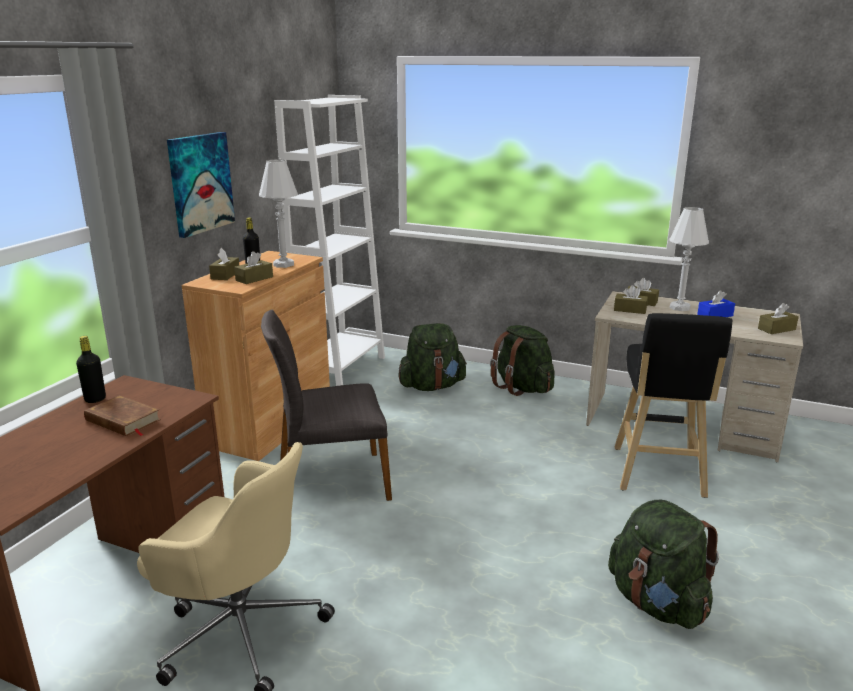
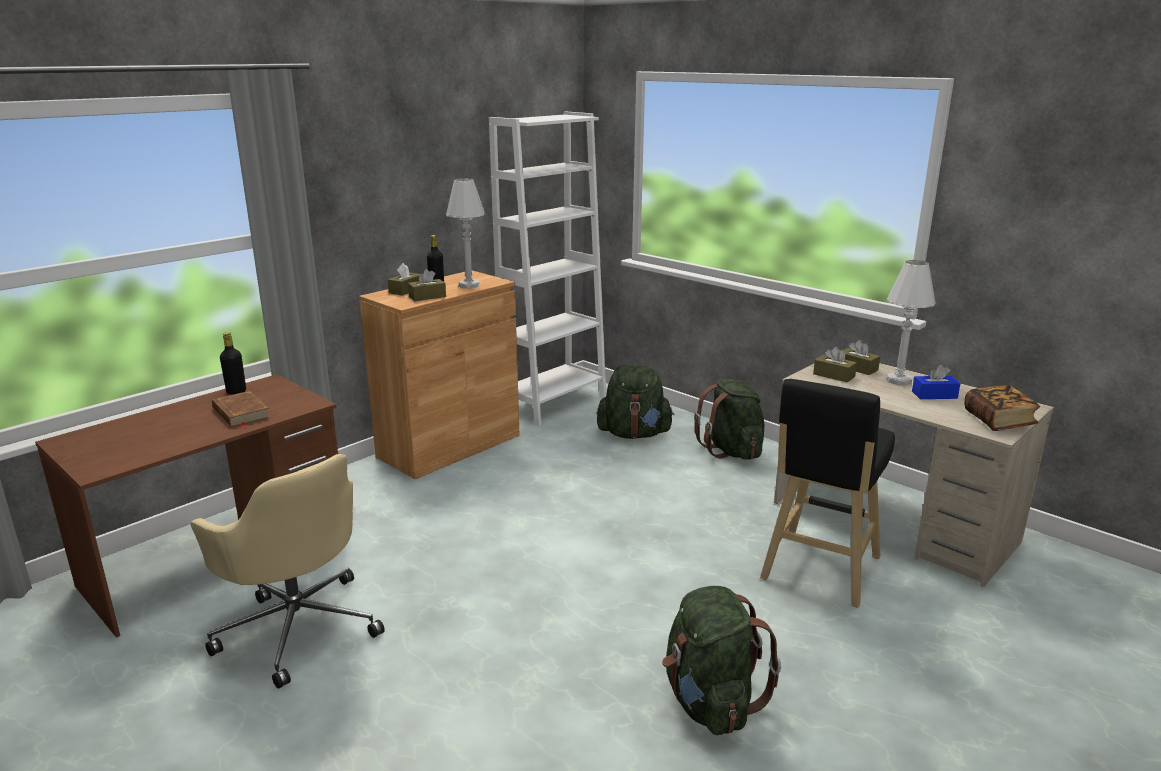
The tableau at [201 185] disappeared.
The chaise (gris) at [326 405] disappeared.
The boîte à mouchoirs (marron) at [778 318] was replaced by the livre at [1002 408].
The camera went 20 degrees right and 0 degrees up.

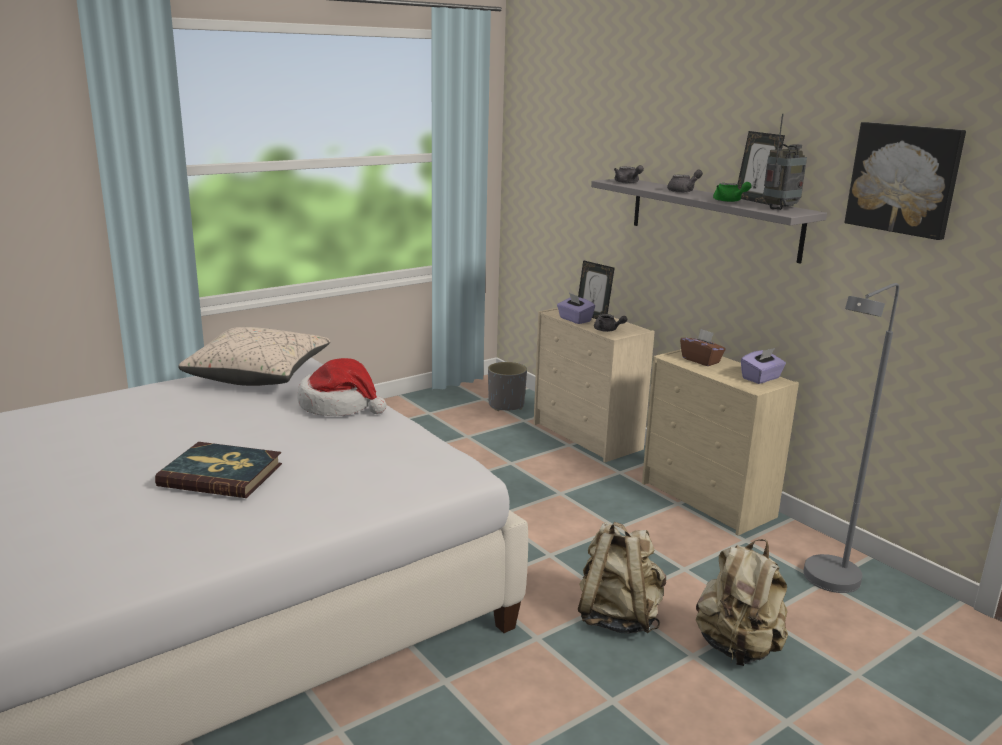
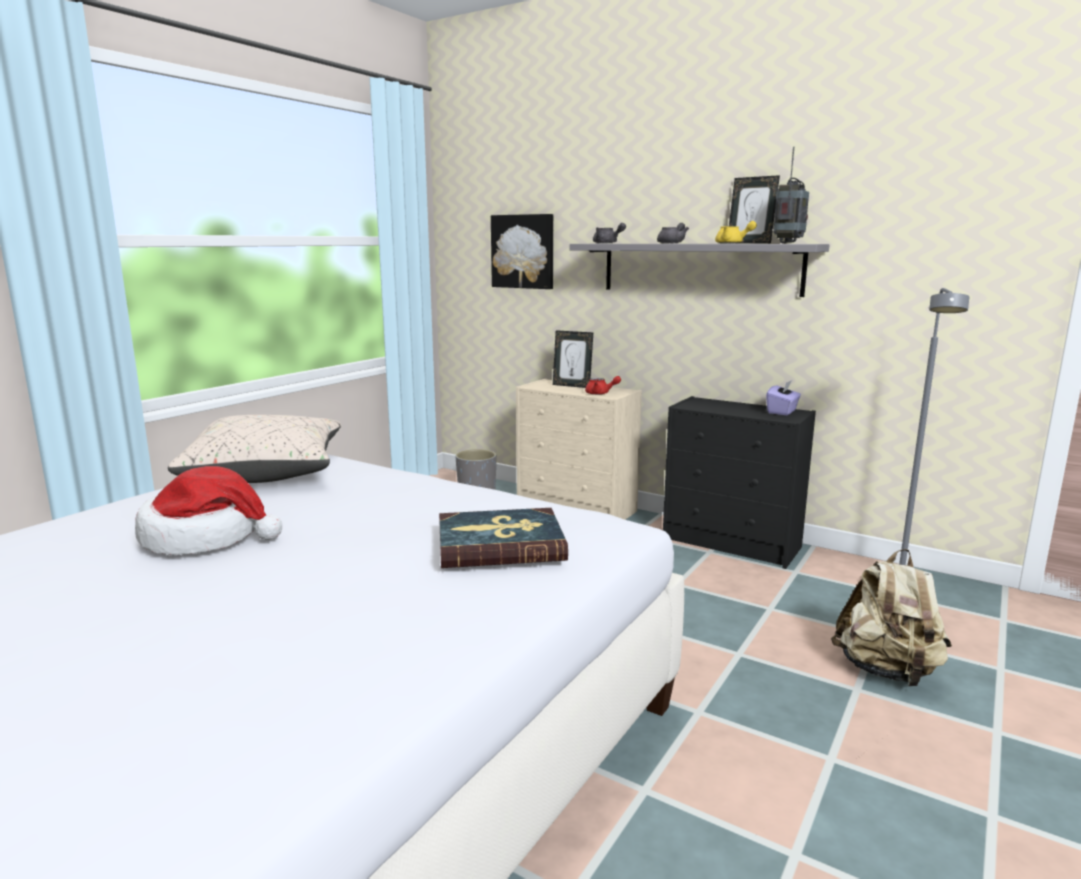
The livre moved from [218 470] to [503 538].
The chapeau moved from [341 387] to [208 510].
The boîte à mouchoirs (violet) at [576 308] disappeared.
The sac à dos (beige) at [622 577] disappeared.
The théière (gris) at [610 323] became the théière (rouge) at [603 385].
The commode (beige) at [720 442] became the commode (noir) at [739 482].
The boîte à mouchoirs (marron) at [703 347] disappeared.
The théière (vert) at [732 192] became the théière (jaune) at [736 232].
The tableau moved from [905 181] to [522 251].
The camera went 20 degrees left and 5 degrees down.

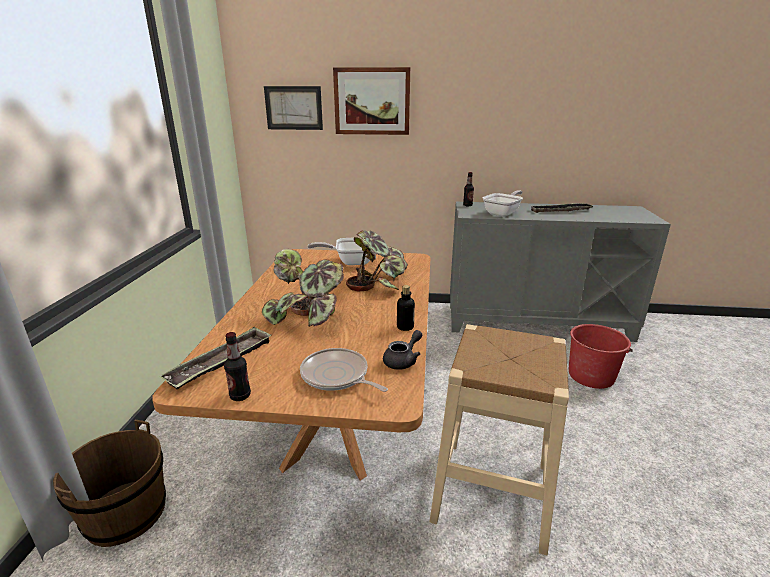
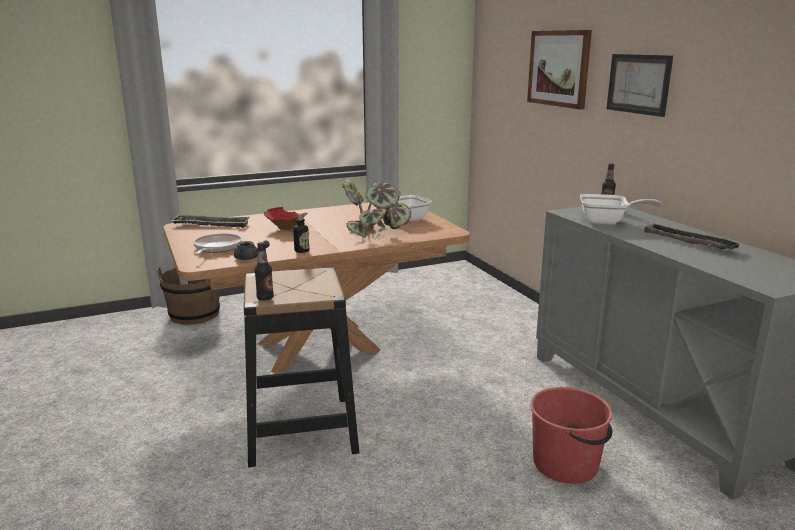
The bouteille moved from [237 366] to [264 271].
The plante en pot at [303 288] was replaced by the bol (rouge) at [285 218].
The tableau moved from [293 108] to [640 85].
The tabouret (beige) at [499 439] became the tabouret (noir) at [301 367].
The camera went 60 degrees right and 5 degrees down.

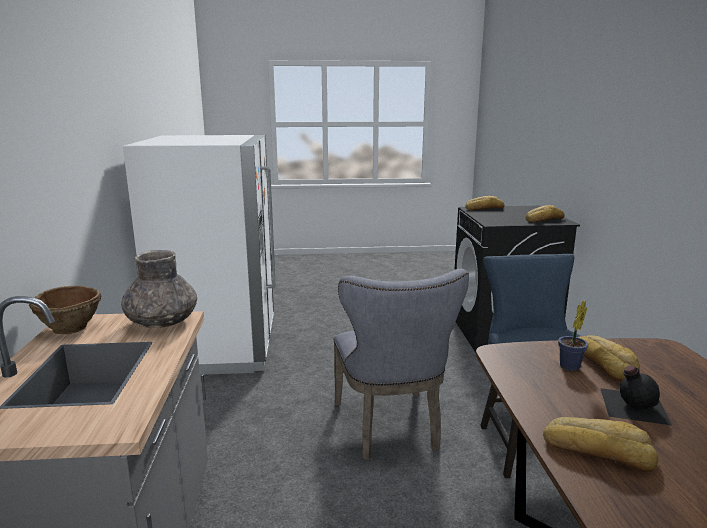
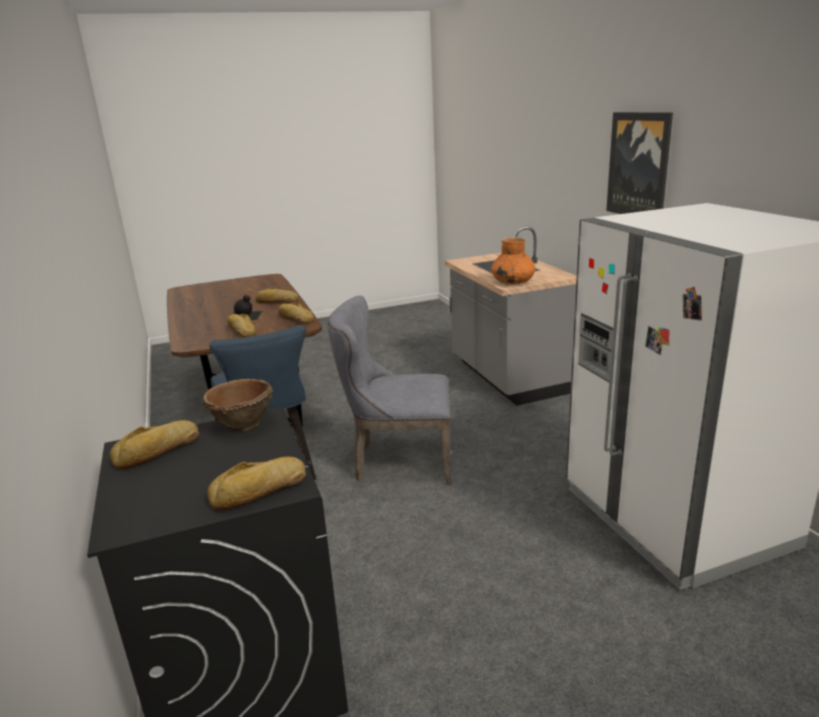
The bol (marron) moved from [65 309] to [238 405].
The vase (gris) at [159 289] became the vase (orange) at [513 261].
The chaise (gris) at [401 364] turned 60 degrees counterclockwise.
The plante en pot at [573 335] disappeared.
The pain at [296 313] appeared.
The tableau at [639 163] appeared.
The camera went 165 degrees right and 5 degrees up.

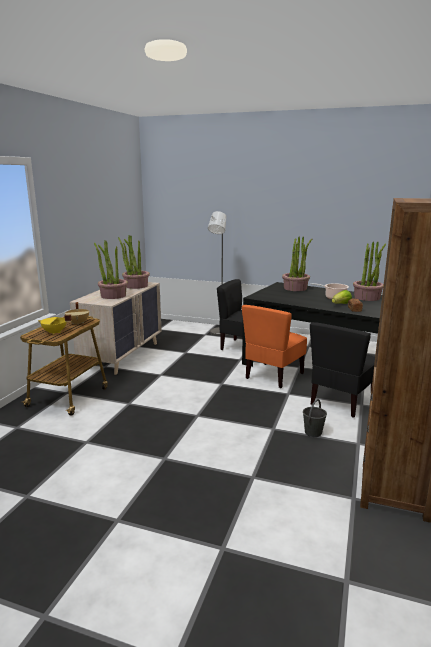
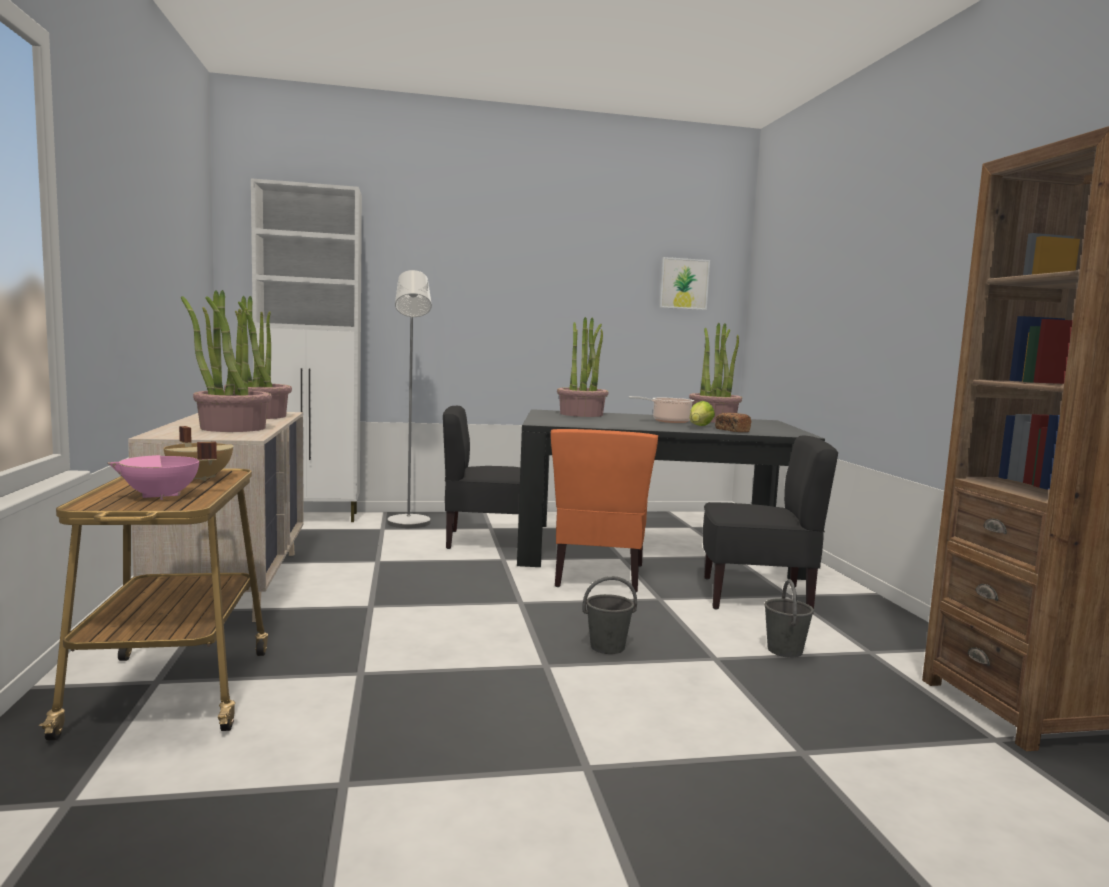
The marmite (jaune) at [55 325] became the marmite (rose) at [162 471].
The chaise (noir) at [342 370] turned 90 degrees counterclockwise.
The meuble de rangement (blanc) at [306 350] appeared.
The seau (gris) at [609 615] appeared.
The tableau at [684 283] appeared.
The camera went 30 degrees left and 10 degrees down.

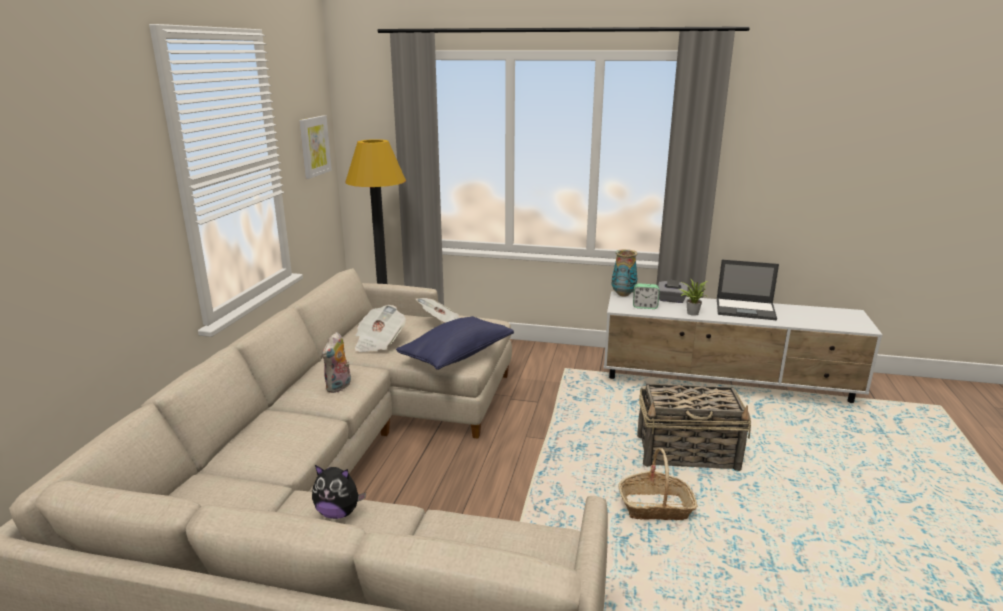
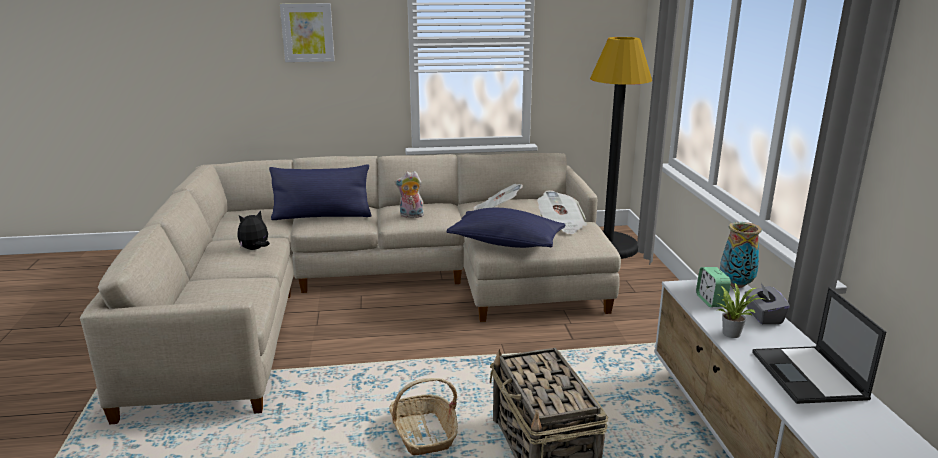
The tableau moved from [315 147] to [307 32].
The peluche at [339 492] turned 60 degrees clockwise.
The coussin (bleu) at [320 192] appeared.
The camera went 70 degrees right and 0 degrees up.

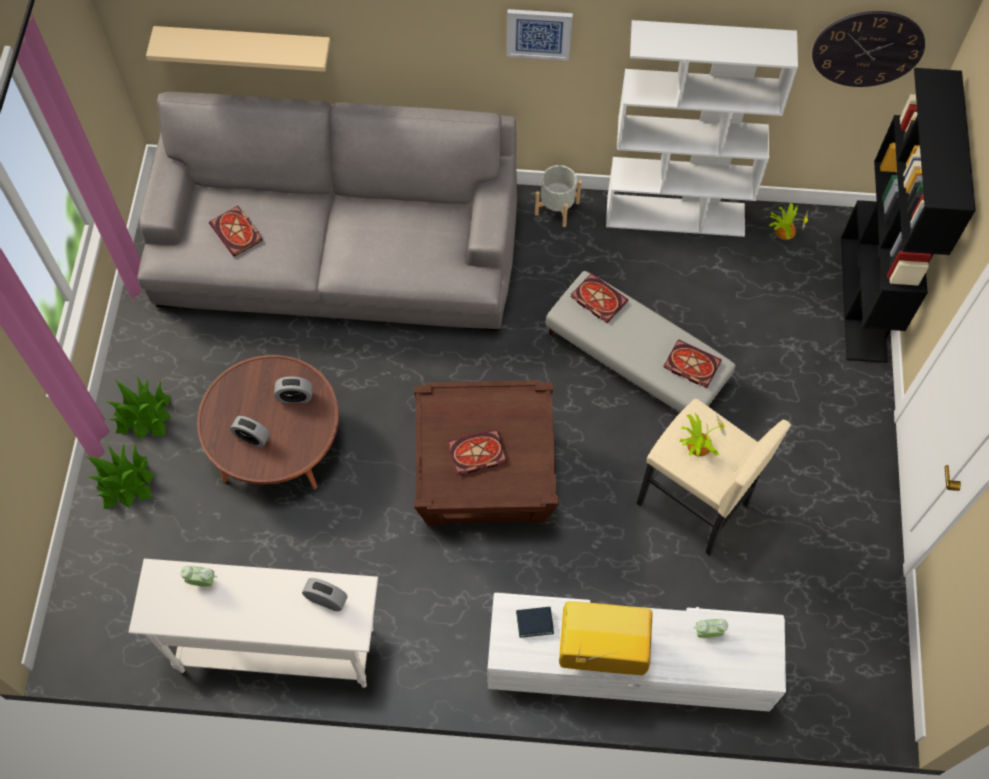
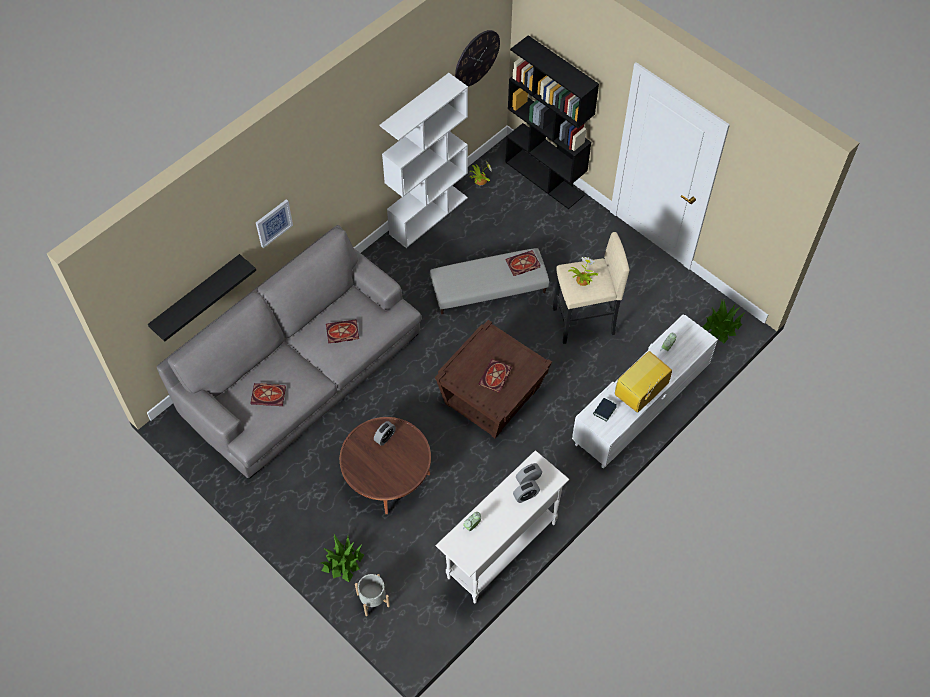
The plante en pot moved from [138 408] to [723 322].
The étagère (beige) at [238 49] became the étagère (noir) at [202 298].
The réveil moved from [250 432] to [526 491].
The tableau moved from [540 35] to [274 223].
The cache-pot (gris) moved from [558 196] to [372 595].
The livre moved from [600 298] to [342 331].
The camera went 50 degrees left and 5 degrees down.

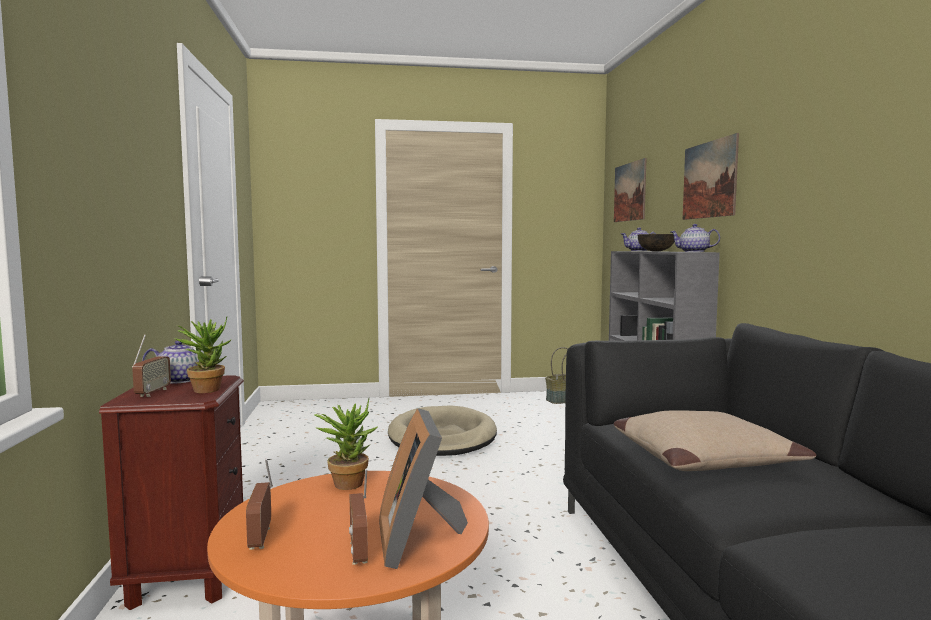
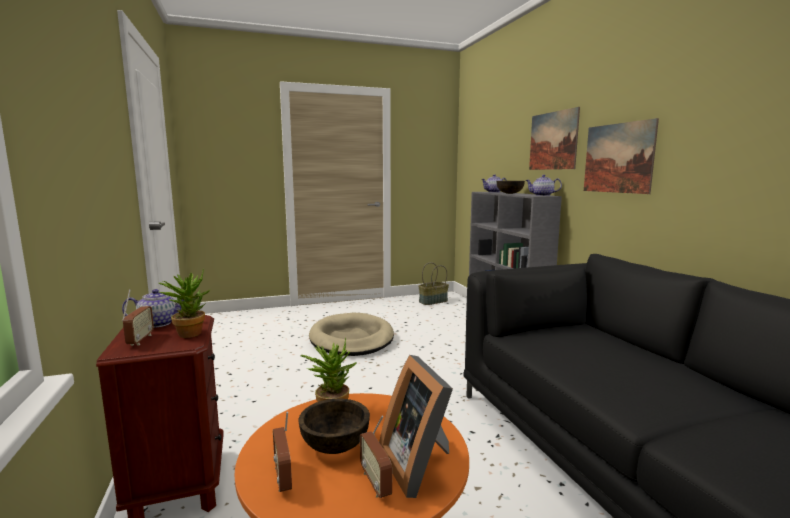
The tableau moved from [630 190] to [621 156].
The coussin (beige) at [715 440] disappeared.
The bol (marron) at [334 426] appeared.
The camera went 10 degrees left and 5 degrees up.

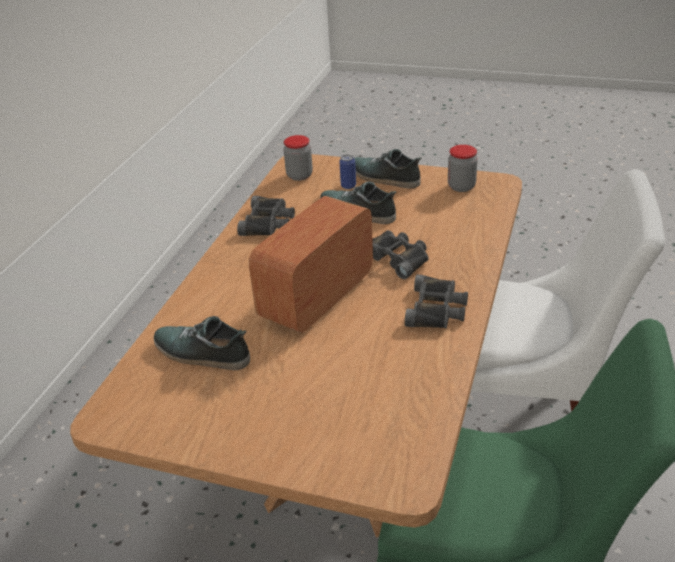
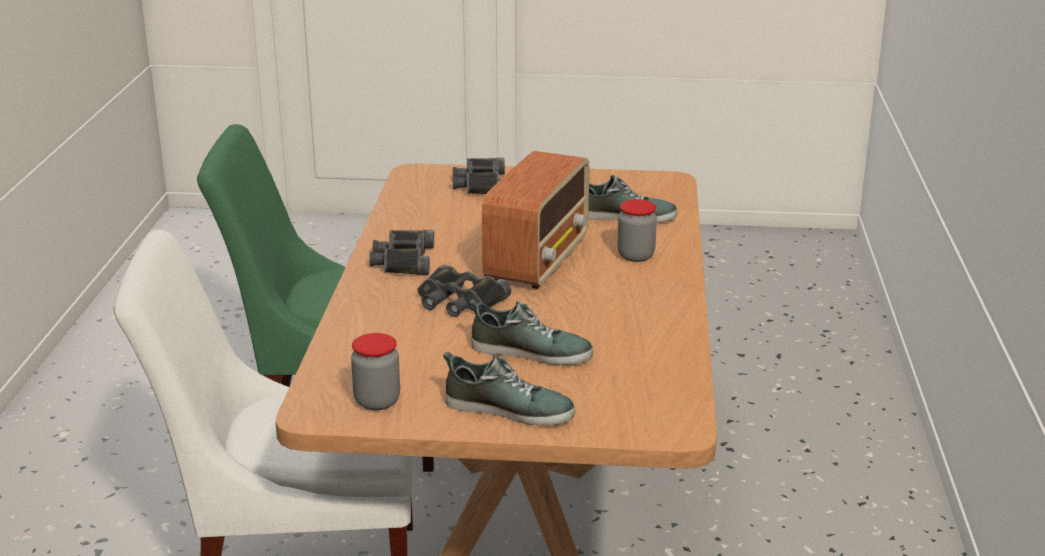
The jumelles (noir) moved from [266 216] to [479 176].
The bocal moved from [298 158] to [637 230].
The boîte métallique at [347 171] disappeared.
The camera went 165 degrees right and 10 degrees down.

